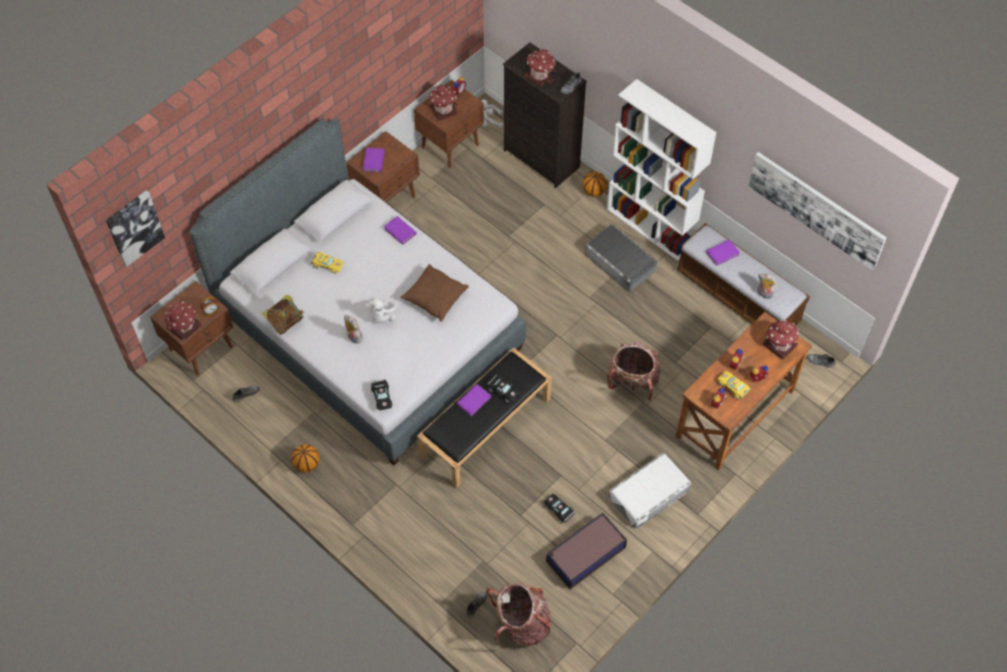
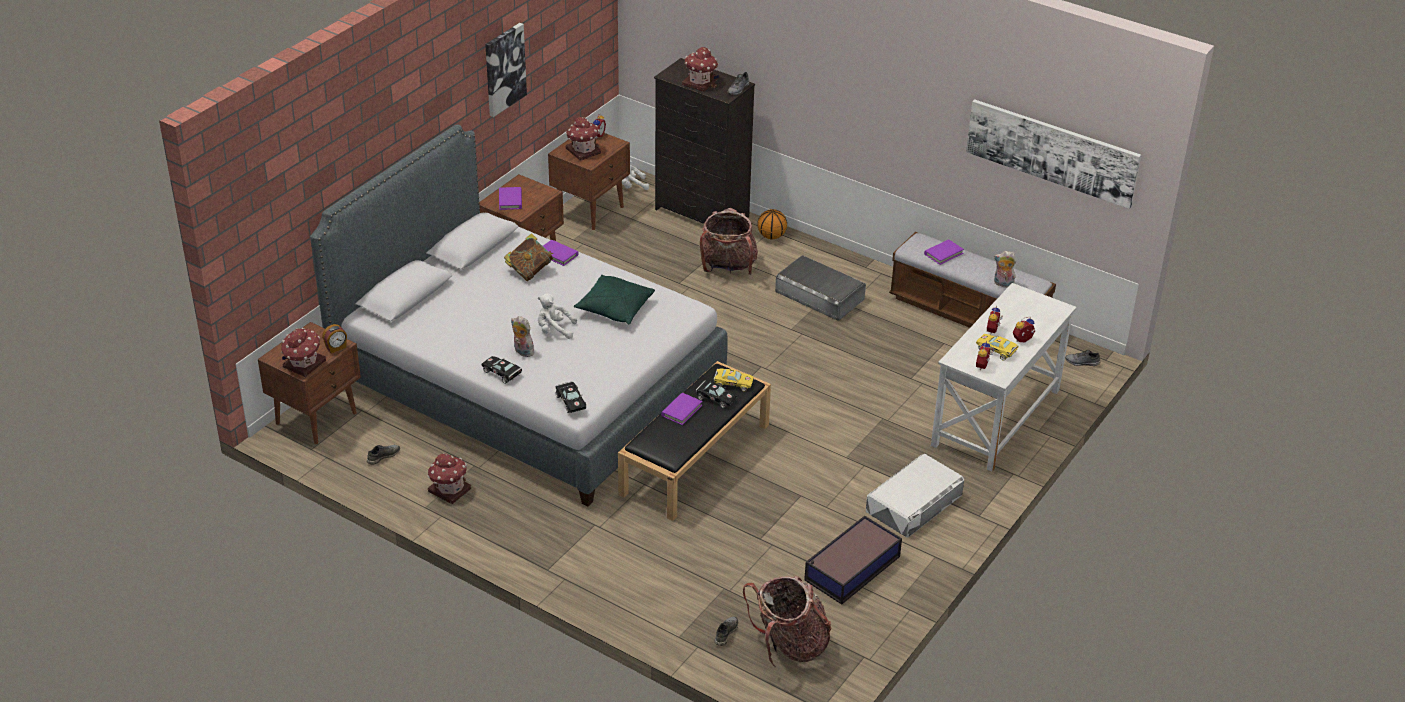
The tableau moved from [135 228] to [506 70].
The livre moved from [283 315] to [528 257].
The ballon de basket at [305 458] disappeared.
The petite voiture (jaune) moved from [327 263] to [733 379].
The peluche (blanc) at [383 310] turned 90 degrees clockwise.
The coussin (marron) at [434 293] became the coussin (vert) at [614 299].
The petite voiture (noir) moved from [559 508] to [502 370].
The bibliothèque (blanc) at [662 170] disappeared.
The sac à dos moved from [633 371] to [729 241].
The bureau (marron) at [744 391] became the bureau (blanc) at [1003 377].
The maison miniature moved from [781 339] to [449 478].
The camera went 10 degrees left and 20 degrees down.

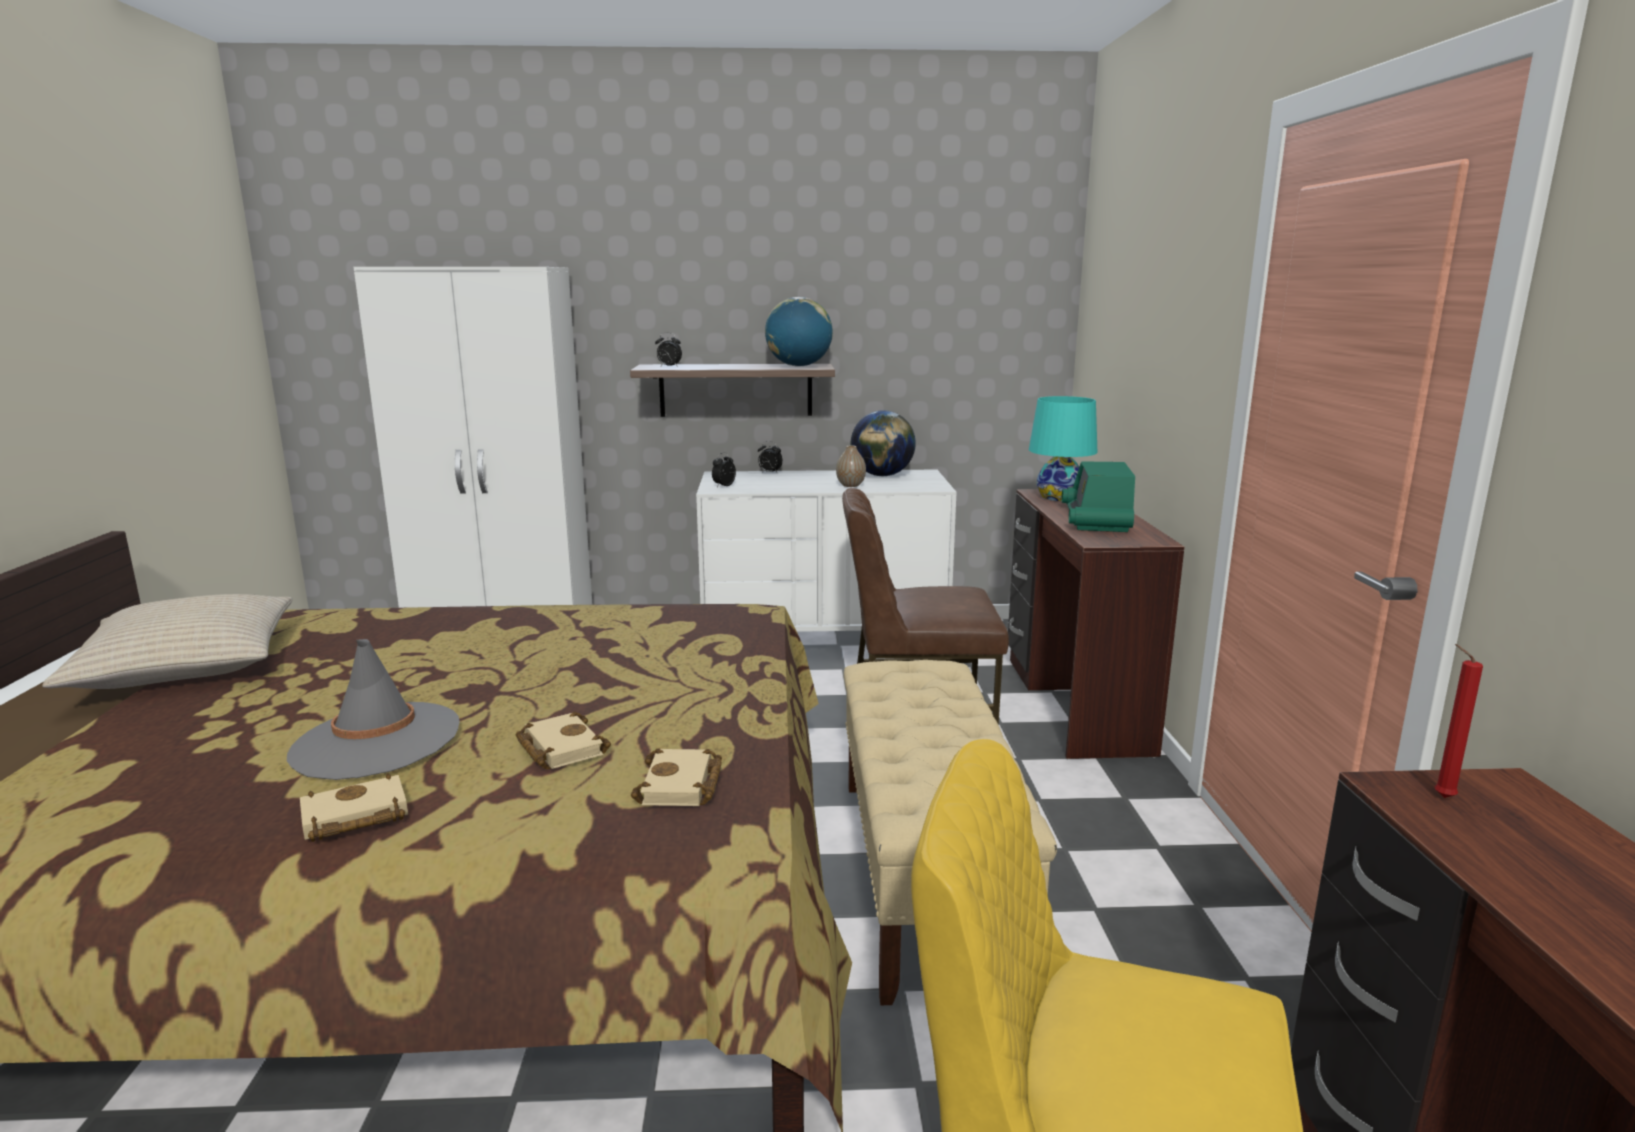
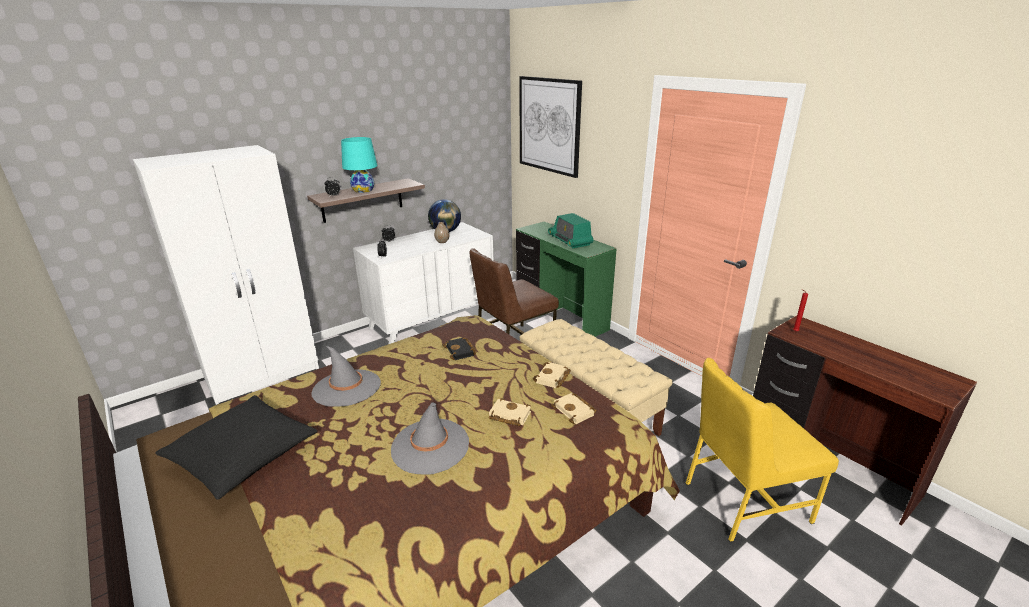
The coussin (beige) at [167 641] became the coussin (noir) at [236 447].
The livre (beige) moved from [354 808] to [552 375].
The globe at [799 332] disappeared.
The bureau (marron) at [1096 624] became the bureau (vert) at [566 279].
The lampe de table (turquoise) moved from [1063 448] to [359 165].
The chapeau (gris) at [346 376] appeared.
The livre (noir) at [460 348] appeared.
The tableau at [550 127] appeared.
The camera went 35 degrees left and 10 degrees up.

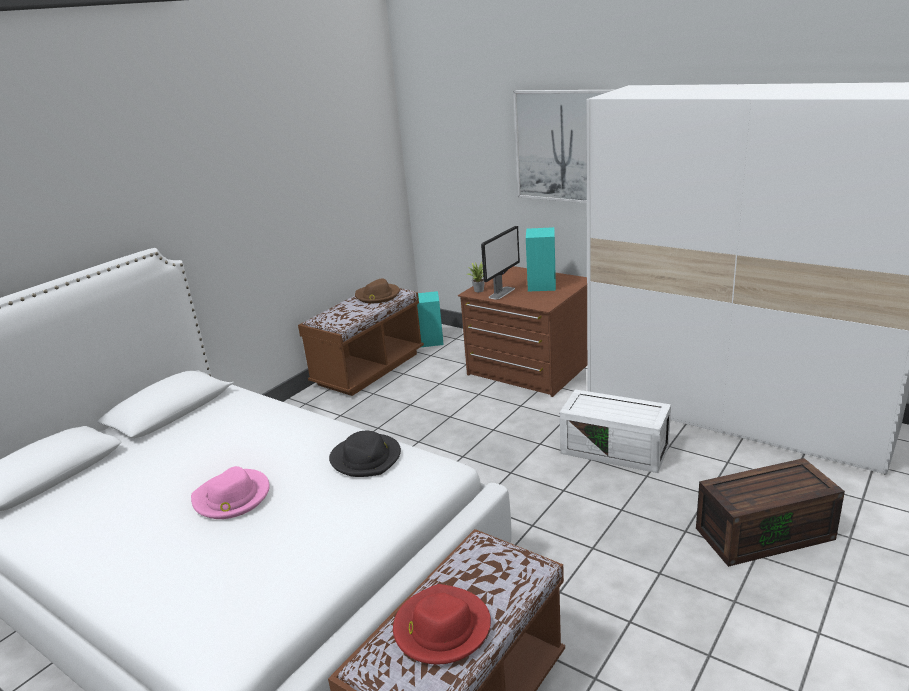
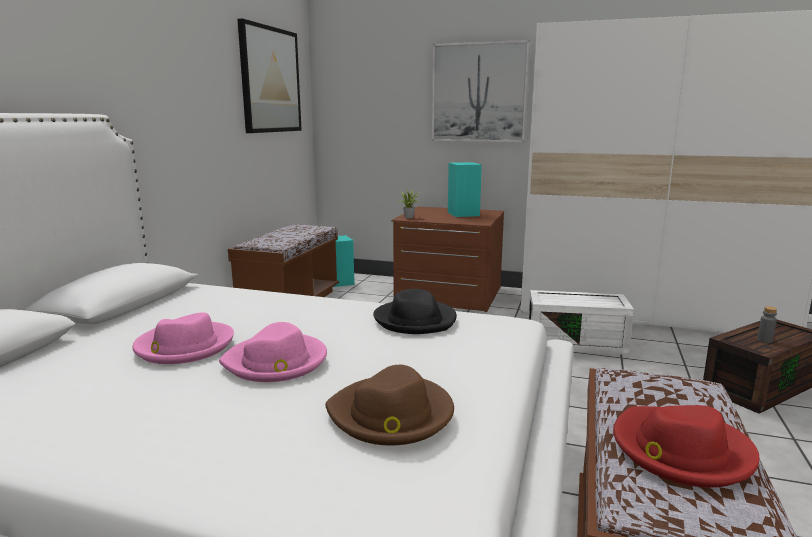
The chapeau (marron) moved from [377 290] to [389 405].
The écran d'ordinateur at [500 263] disappeared.
The chapeau (rose) at [183 338] appeared.
The tableau at [270 75] appeared.
The bouteille (gris) at [767 324] appeared.
The camera went 20 degrees left and 10 degrees down.

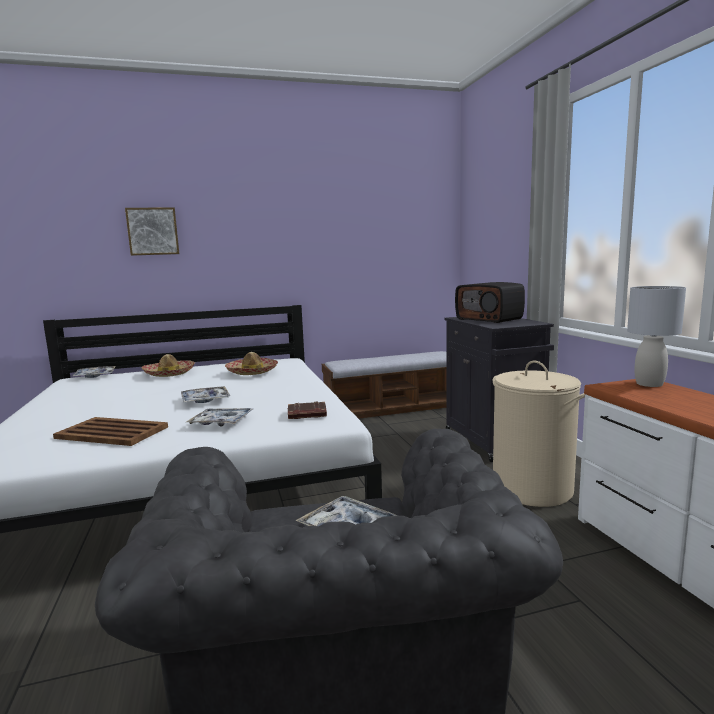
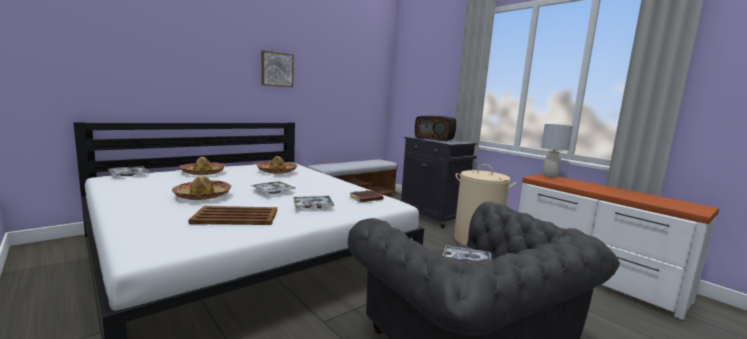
The tableau moved from [152 231] to [277 69].
The chapeau at [202 188] appeared.
The camera went 25 degrees left and 0 degrees up.

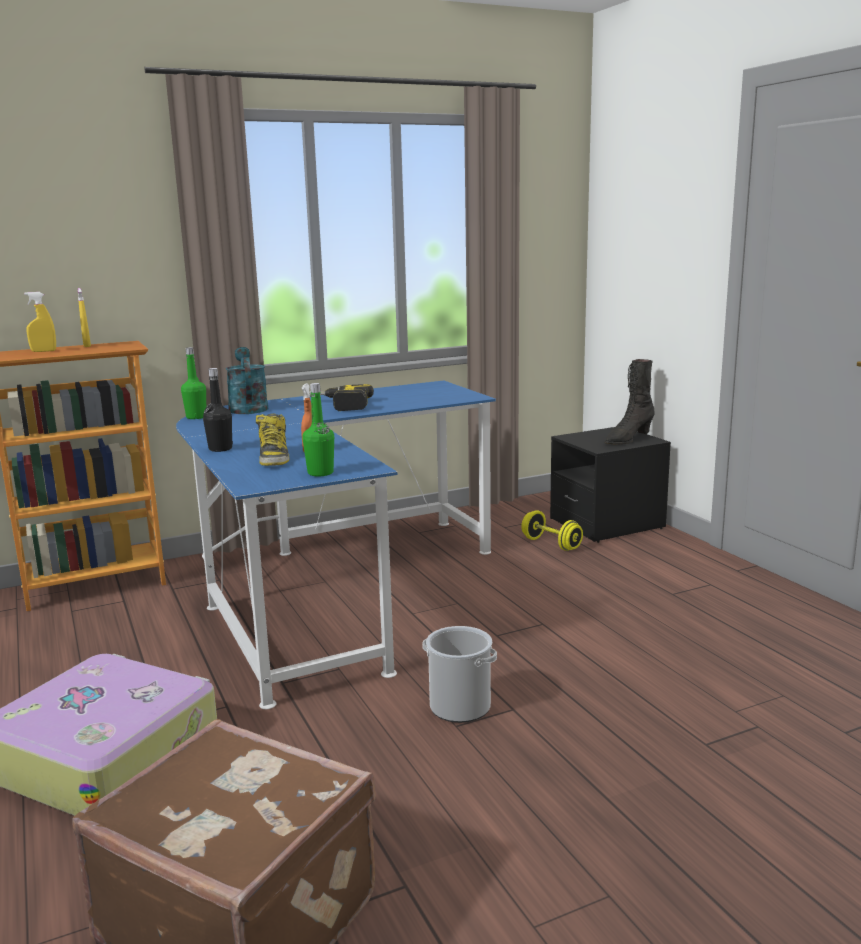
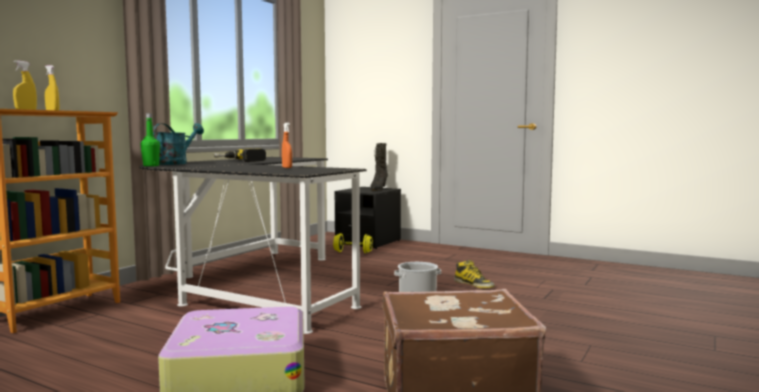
The bureau (bleu) at [336 545] became the bureau (noir) at [253 245].
The bouteille (noir) at [218 410] disappeared.
The arrosoir (turquoise) at [247 380] turned 75 degrees clockwise.
The botte moved from [272 439] to [474 274].
The bouteille (vert) at [318 429] disappeared.
The camera went 35 degrees left and 10 degrees down.

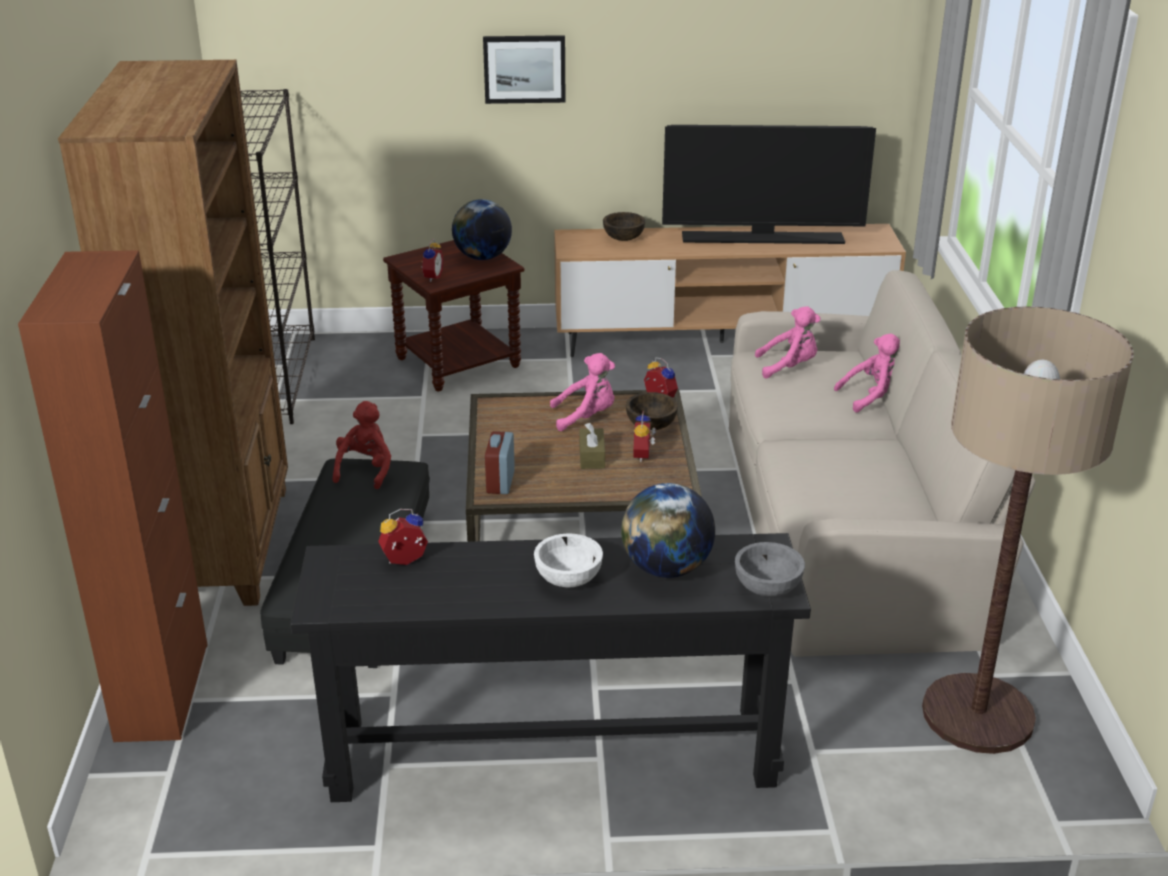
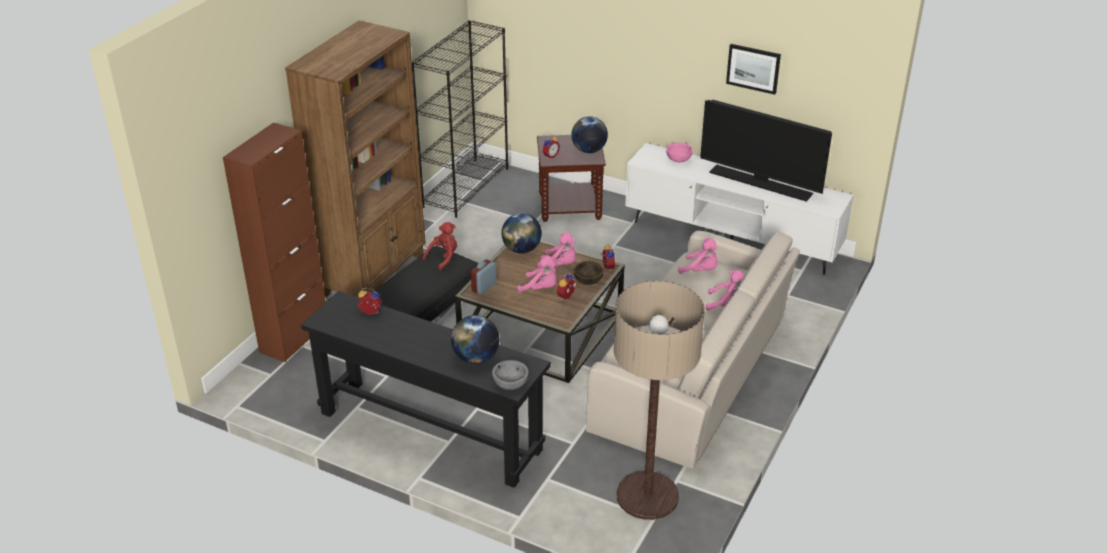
The tableau moved from [524 69] to [753 69].
The bol (blanc) at [568 560] disappeared.
The meuble télé (marron) at [730 290] became the meuble télé (blanc) at [739 209].
The boîte à mouchoirs (marron) at [592 446] was replaced by the peluche (rose) at [537 274].
The bol (marron) at [624 226] became the bol (rose) at [679 152].
The globe at [521 233] appeared.
The camera went 30 degrees right and 5 degrees up.

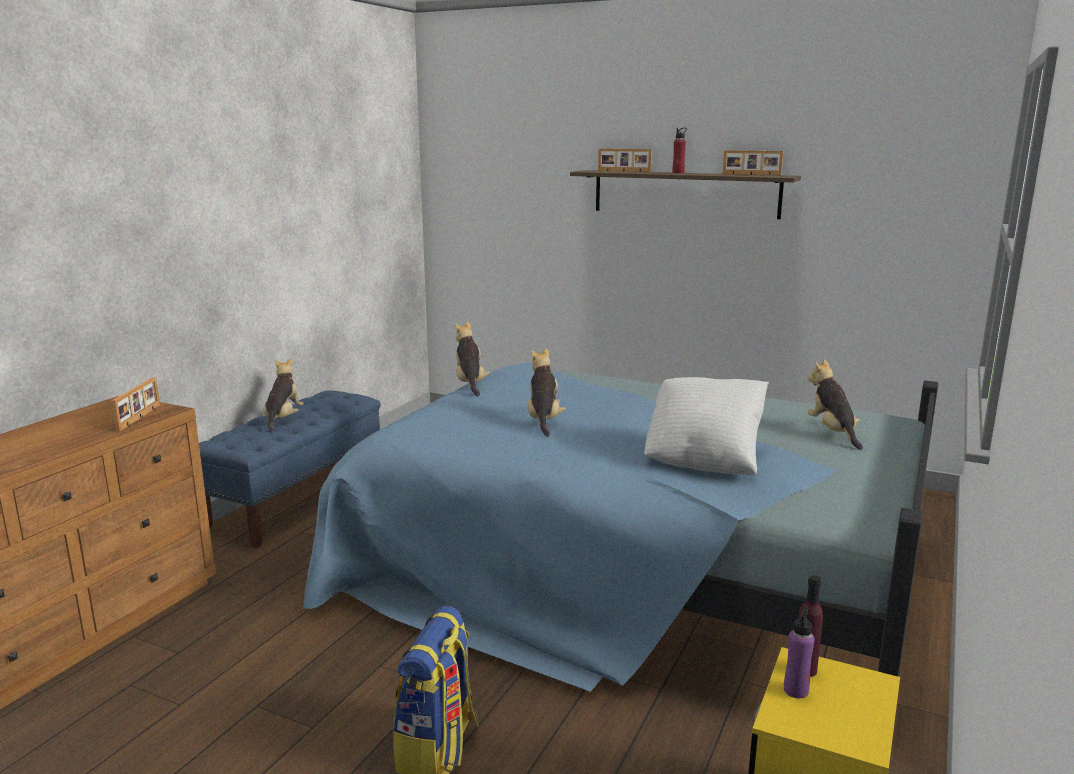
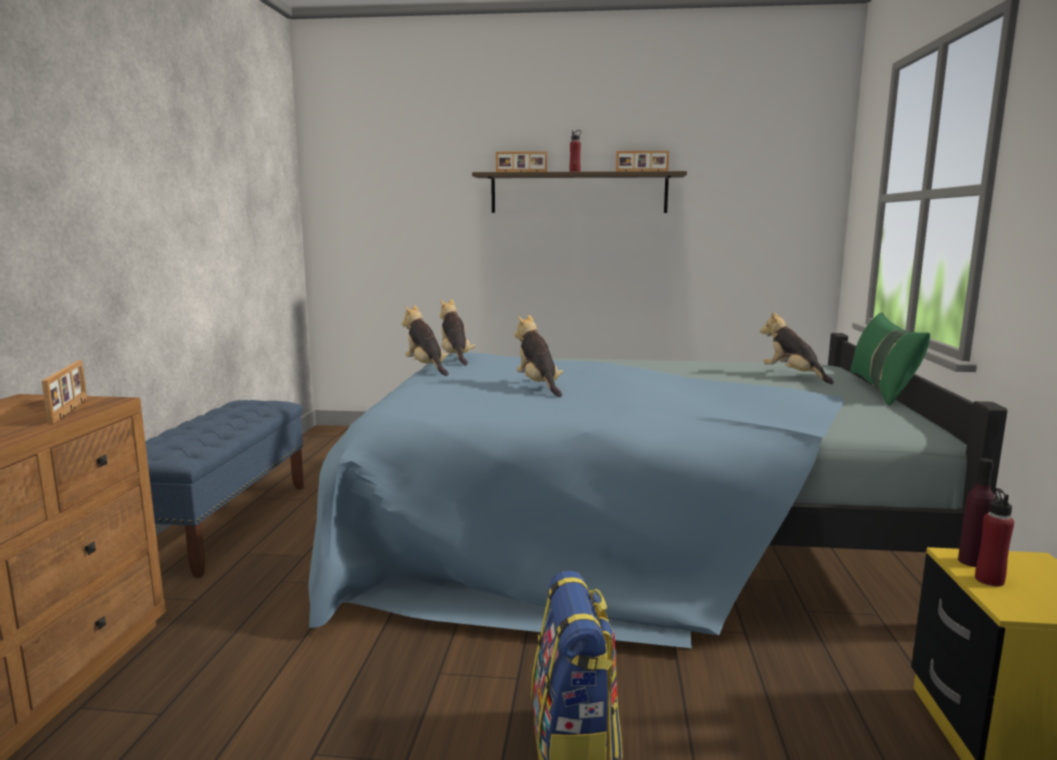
The peluche moved from [283 395] to [457 332].
The coussin (blanc) at [707 426] disappeared.
The bouteille (violet) at [799 652] became the bouteille (rouge) at [994 537].
The coussin (vert) at [890 359] appeared.
The camera went 20 degrees left and 5 degrees down.

